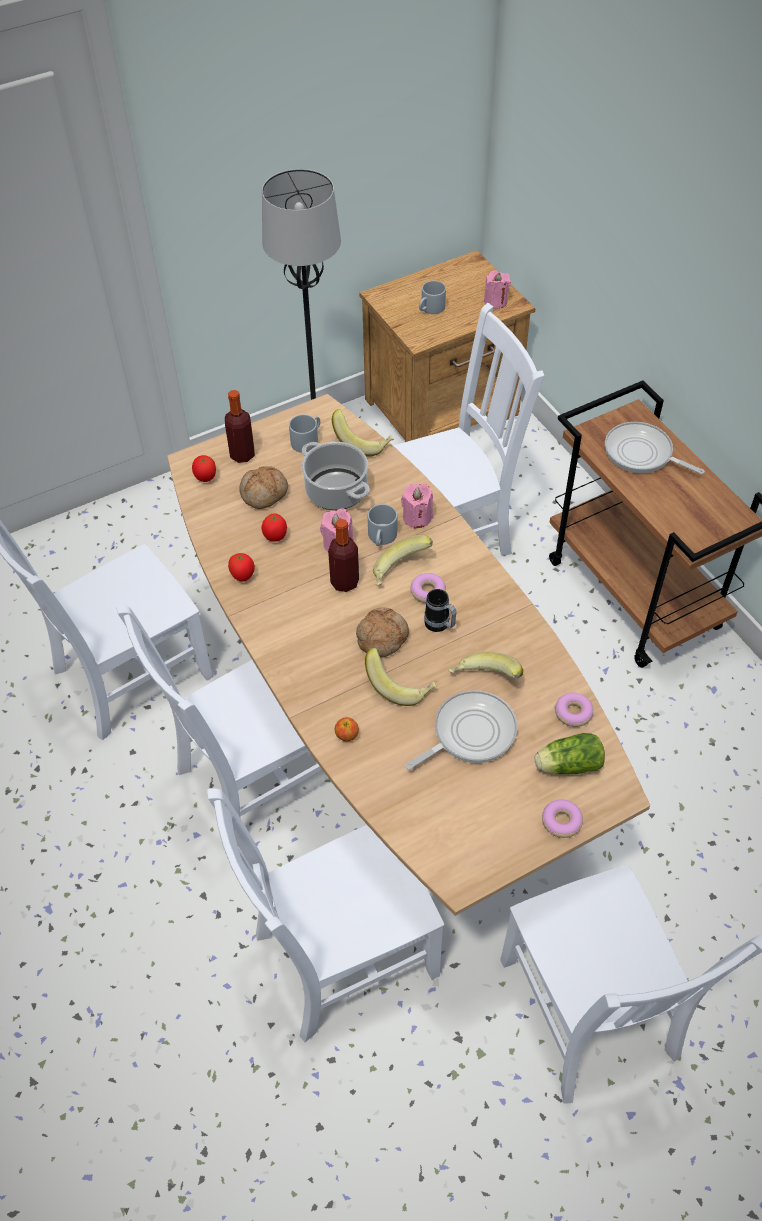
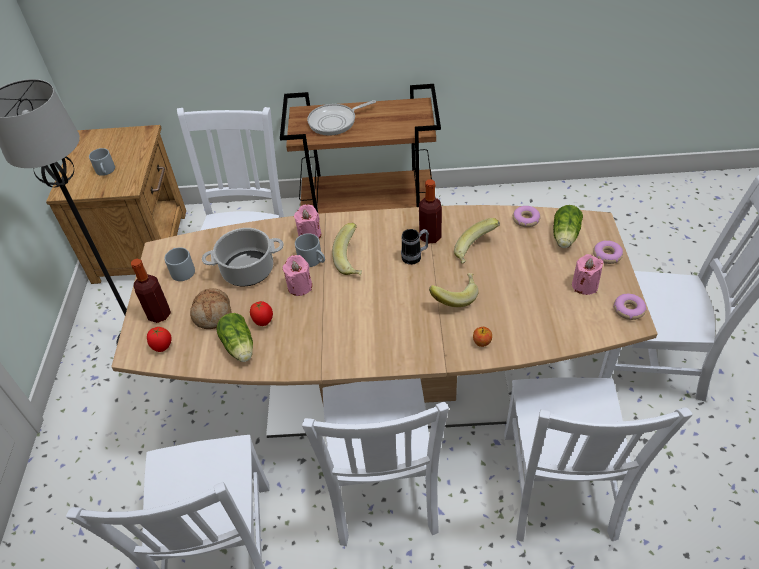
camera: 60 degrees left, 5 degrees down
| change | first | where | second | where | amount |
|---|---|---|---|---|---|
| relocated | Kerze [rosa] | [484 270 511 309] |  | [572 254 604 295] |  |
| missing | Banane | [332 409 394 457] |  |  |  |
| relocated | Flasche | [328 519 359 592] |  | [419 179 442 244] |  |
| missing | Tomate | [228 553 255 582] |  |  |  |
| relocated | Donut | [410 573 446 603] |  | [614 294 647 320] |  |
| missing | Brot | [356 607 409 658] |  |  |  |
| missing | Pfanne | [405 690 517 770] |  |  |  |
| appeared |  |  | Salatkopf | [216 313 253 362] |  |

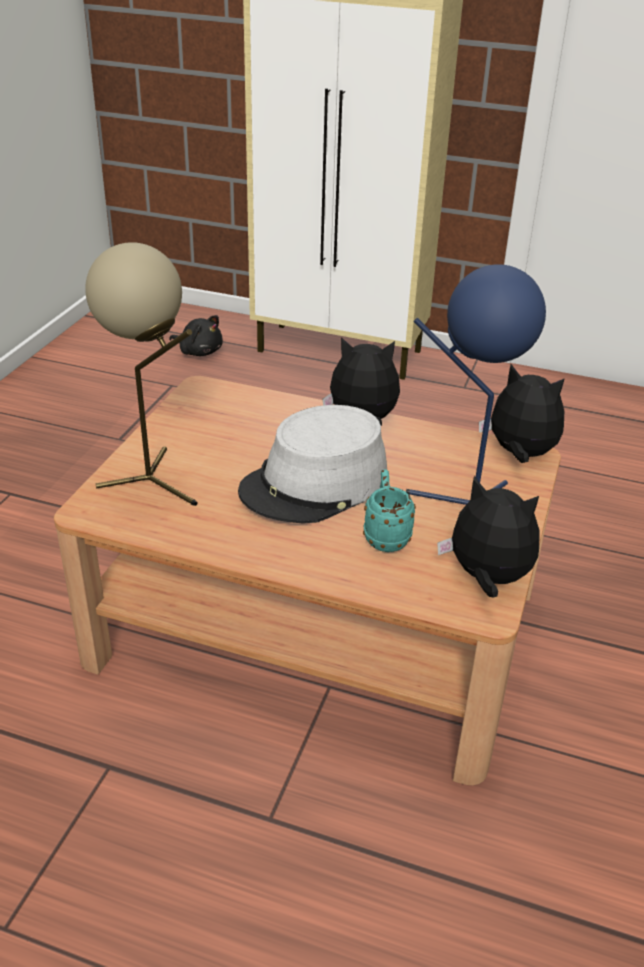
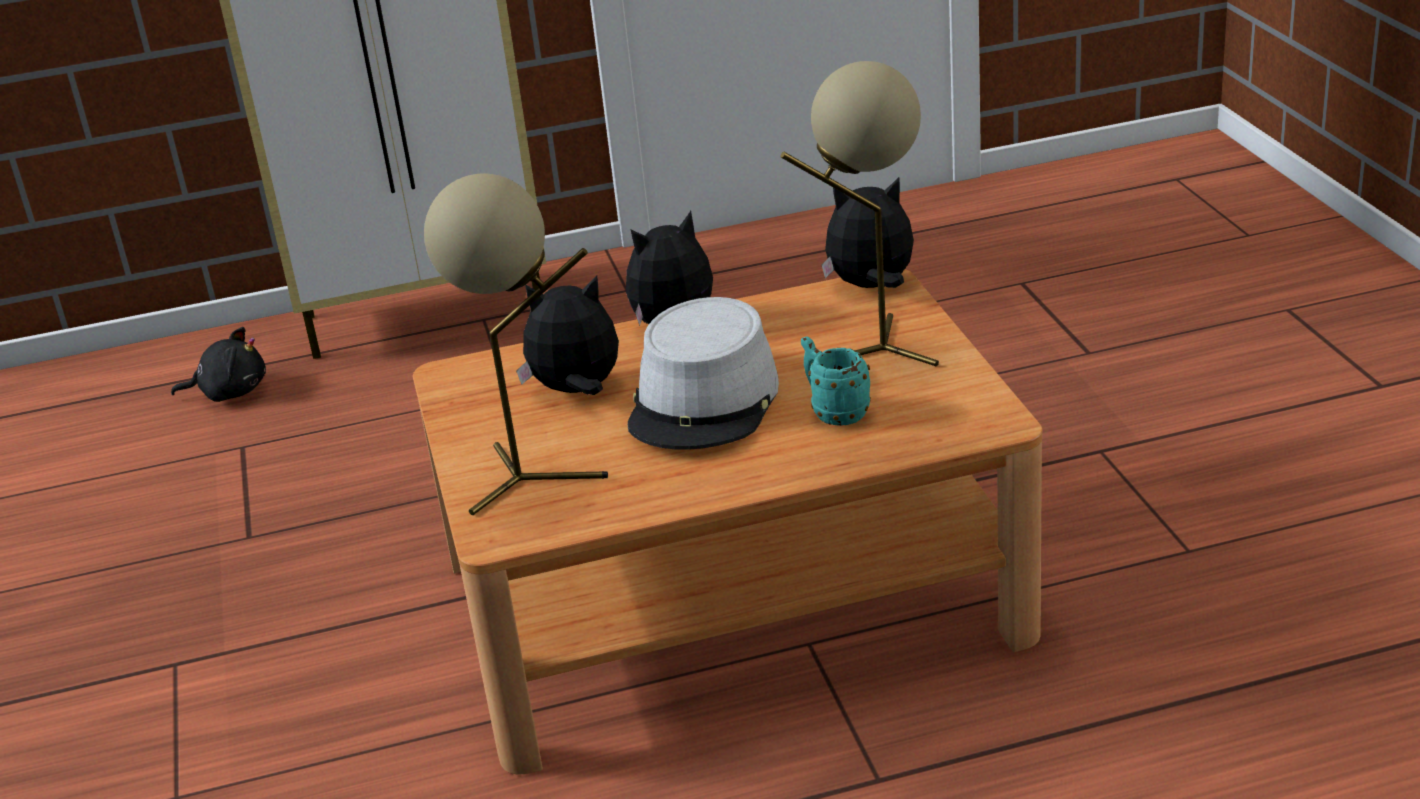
camera: 30 degrees left, 5 degrees down
| change | first | where | second | where | amount |
|---|---|---|---|---|---|
| colour | Tischlampe [blau] | [406 264 546 505] | Tischlampe [beige] | [781 61 939 366] |  |
| relocated | Plüschtier | [437 476 540 598] |  | [516 275 619 395] |  |

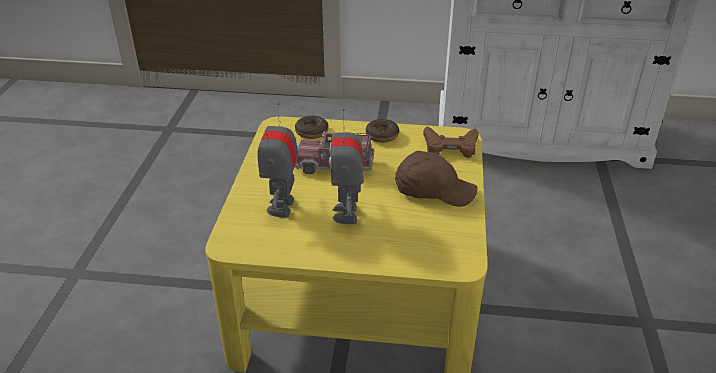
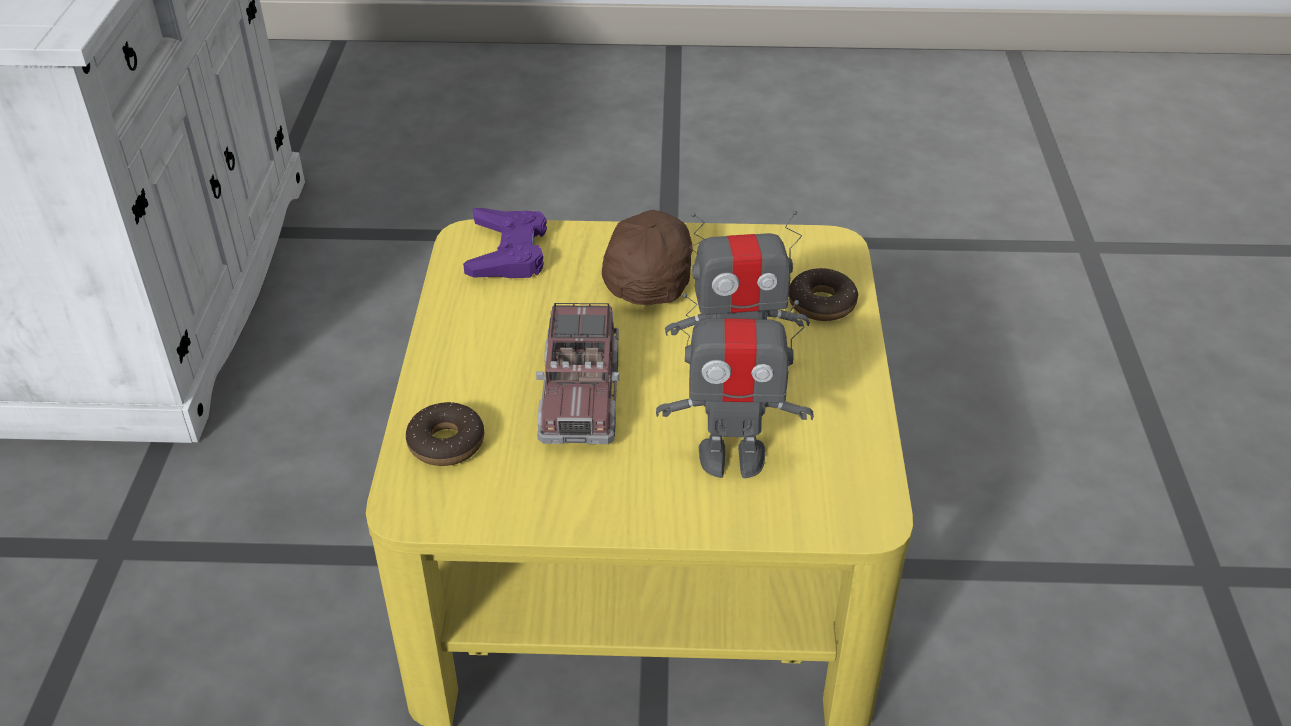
camera: 95 degrees left, 5 degrees up
| change | first | where | second | where | amount |
|---|---|---|---|---|---|
| relocated | Donut | [366 119 399 143] |  | [789 268 858 321] |  |
| colour | Gamepad [braun] | [423 126 479 158] | Gamepad [lila] | [463 208 547 278] |  |

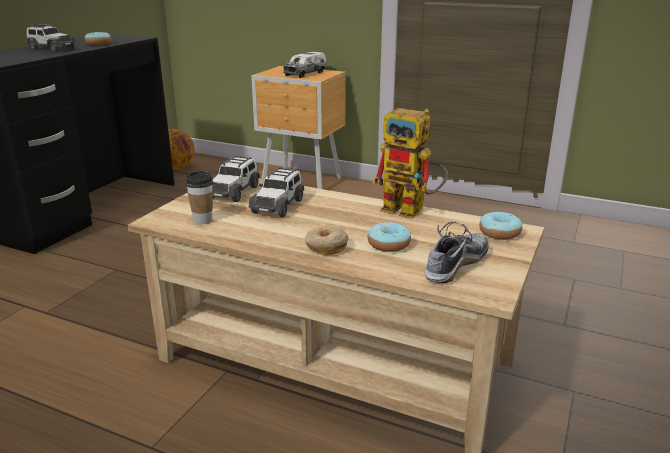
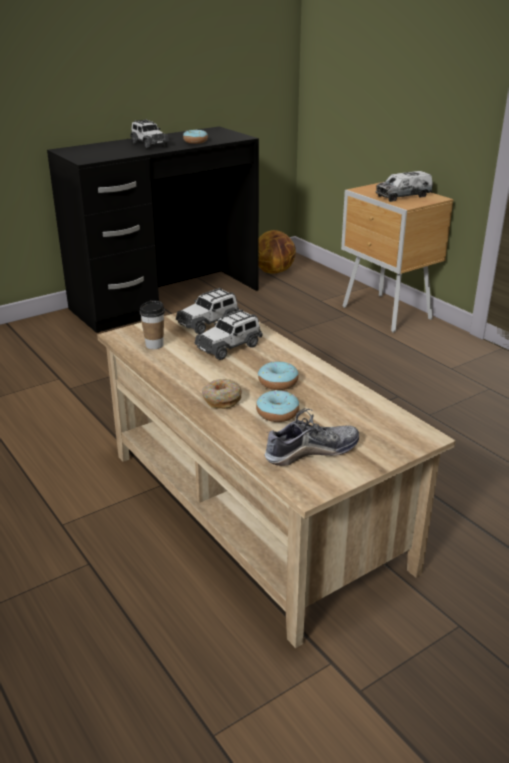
camera: 30 degrees right, 5 degrees up
| change | first | where | second | where | amount |
|---|---|---|---|---|---|
| missing | Spielzeugroboter | [372 108 448 219] |  |  |  |
| relocated | Donut | [479 212 522 240] |  | [258 362 298 390] |  |

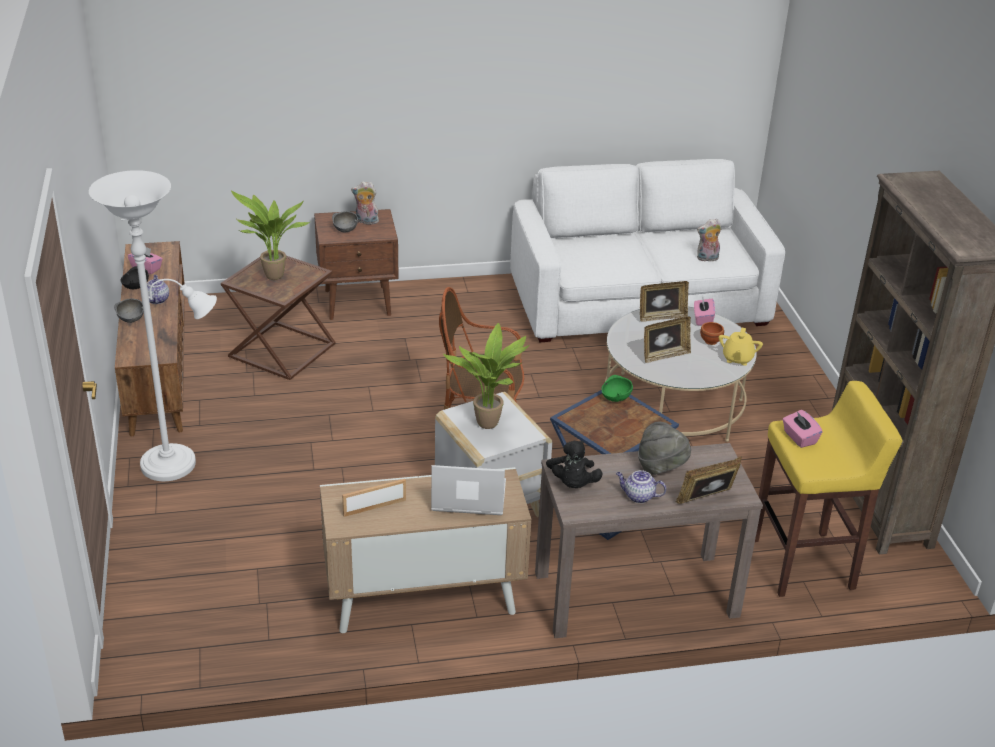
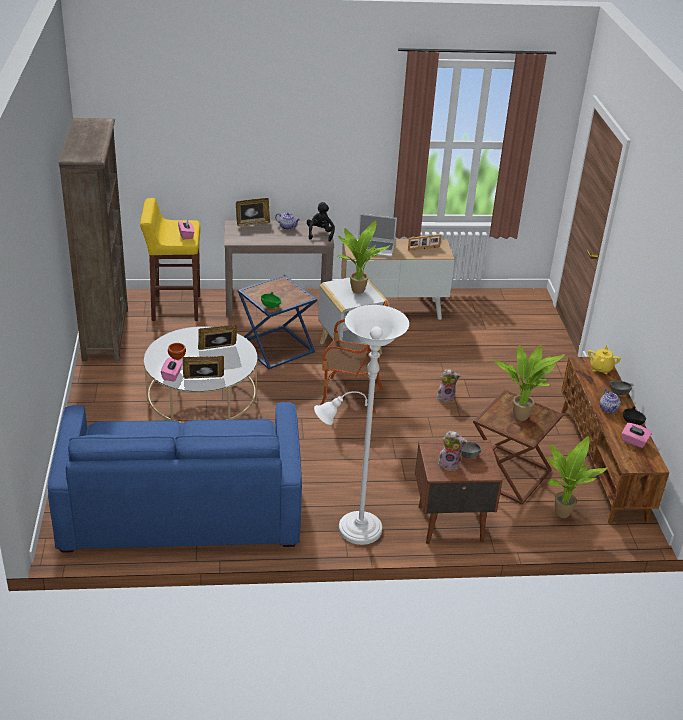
camera: 175 degrees left, 0 degrees up
| change | first | where | second | where | amount |
|---|---|---|---|---|---|
| colour | Sofa [weiß] | [510 159 785 343] | Sofa [blau] | [48 402 302 553] |  |
| relocated | Stehlampe [weiß] | [89 170 217 481] |  | [314 305 409 545] |  |
| relocated | Plüschtier | [697 219 721 262] |  | [437 369 460 402] |  |
| relocated | Teekanne [gelb] | [719 328 763 366] |  | [588 345 621 374] |  |
| missing | Hut [grau] | [638 422 691 475] |  |  |  |
| appeared |  |  | Topfpflanze | [547 436 607 518] |  |

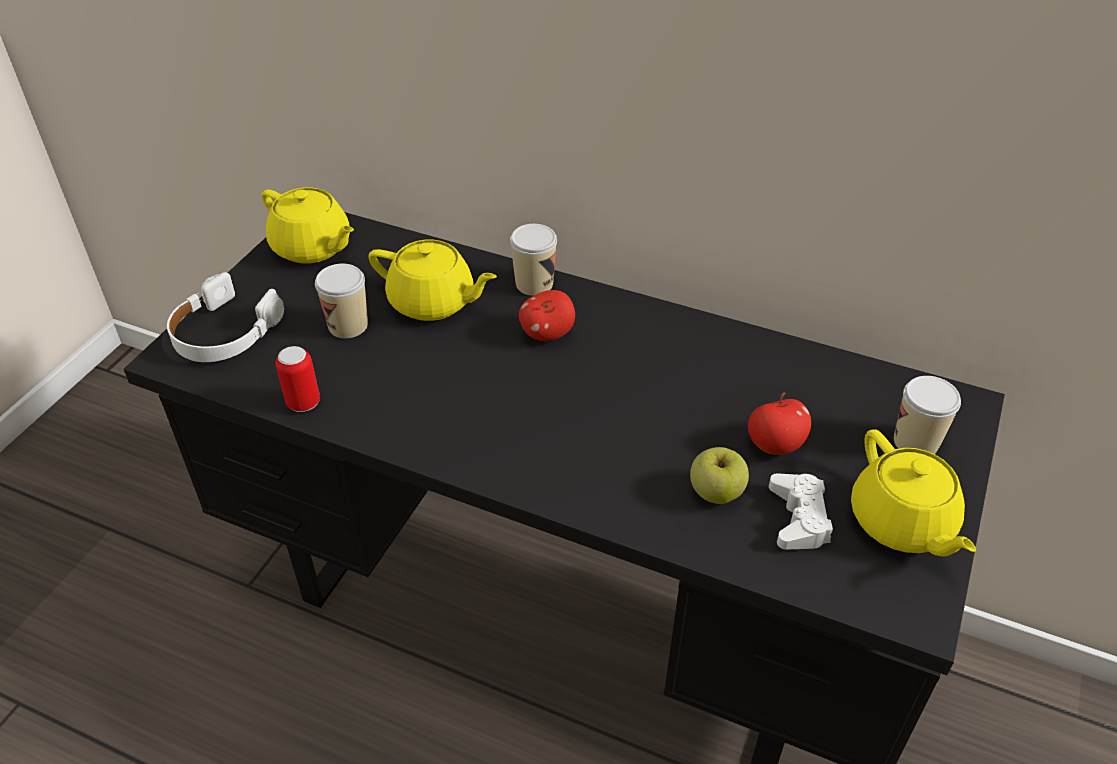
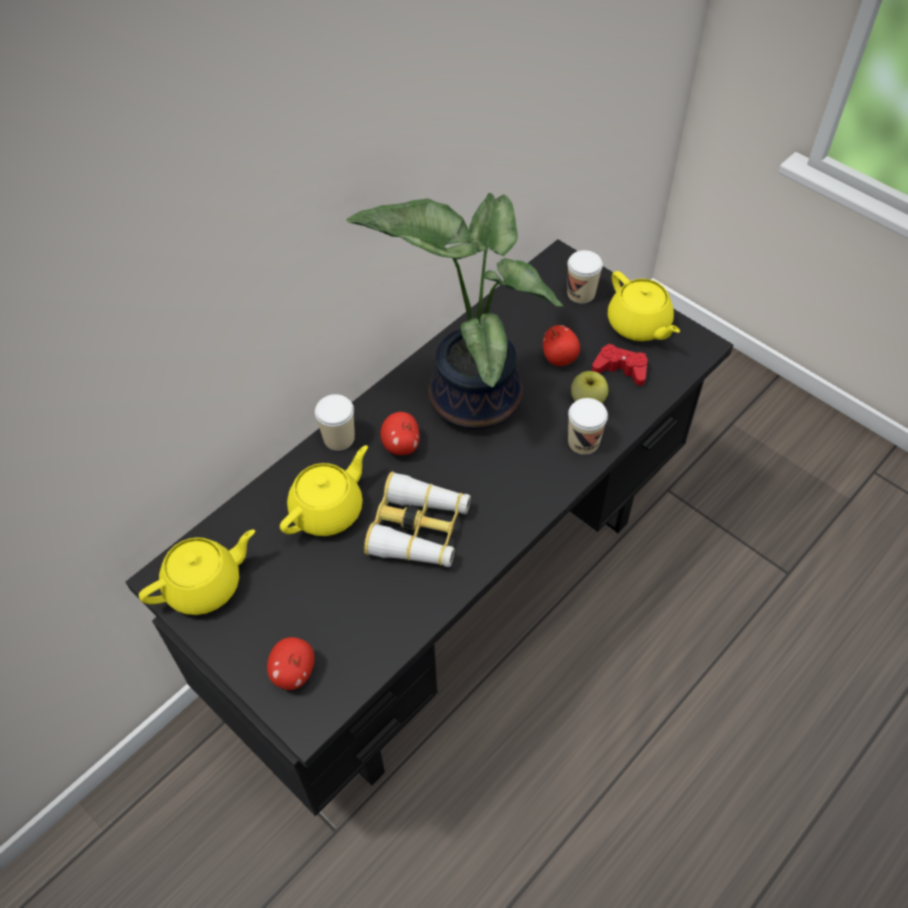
camera: 70 degrees left, 10 degrees up
| change | first | where | second | where | amount |
|---|---|---|---|---|---|
| relocated | Tasse | [315 264 368 338] |  | [568 398 608 455] |  |
| exchanged | Kopfhörer [weiß] | [167 272 284 362] | Apfel | [267 637 315 690] |  |
| missing | Dose | [275 346 320 412] |  |  |  |
| spun | Teekanne [gelb] | [851 429 976 557] |  | [608 271 680 341] | 60 degrees clockwise |
| colour | Gamepad [weiß] | [769 473 833 549] | Gamepad [rot] | [592 344 648 386] |  |
| appeared |  |  | Topfpflanze | [346 193 563 430] |  |
| appeared |  |  | Fernglas | [364 472 471 567] |  |

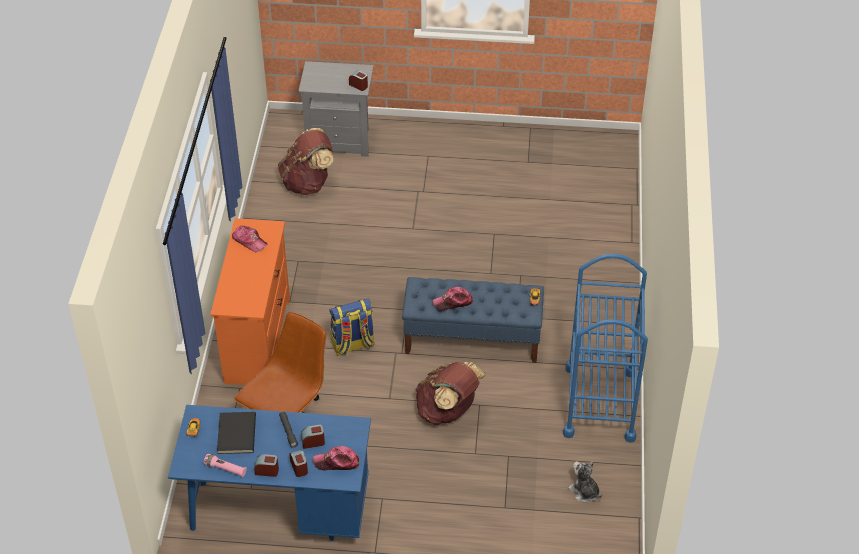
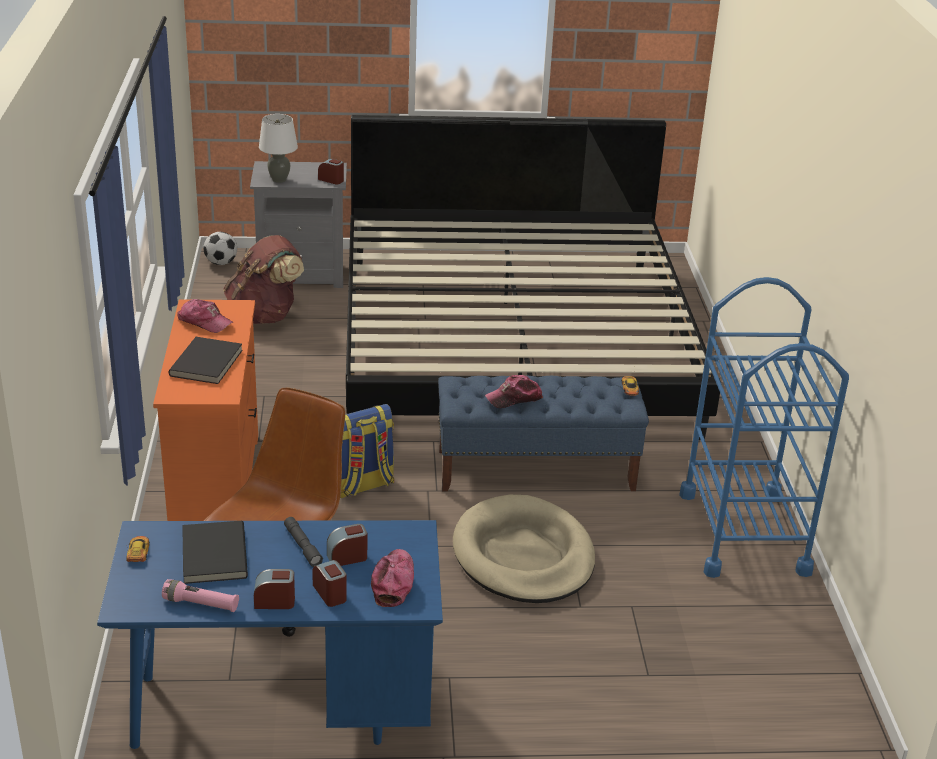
camera: 10 degrees left, 15 degrees down
| change | first | where | second | where | amount |
|---|---|---|---|---|---|
| exchanged | Rucksack [braun] | [415 362 486 425] | Hundebett [beige] | [453 494 595 603] |  |
| spun | Kappe | [313 446 359 470] |  | [371 549 414 607] | 105 degrees clockwise |
| missing | Plüschtier | [568 460 602 502] |  |  |  |
| appeared |  |  | Tischlampe [weiß] | [259 114 298 183] |  |
| appeared |  |  | Bett | [346 115 721 440] |  |
| appeared |  |  | Fußball | [203 232 237 265] |  |
| appeared |  |  | Buch [schwarz] | [169 337 243 384] |  |

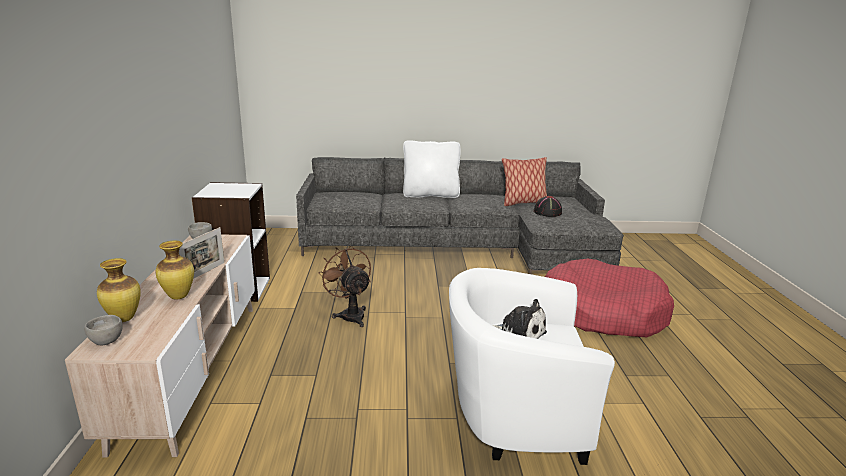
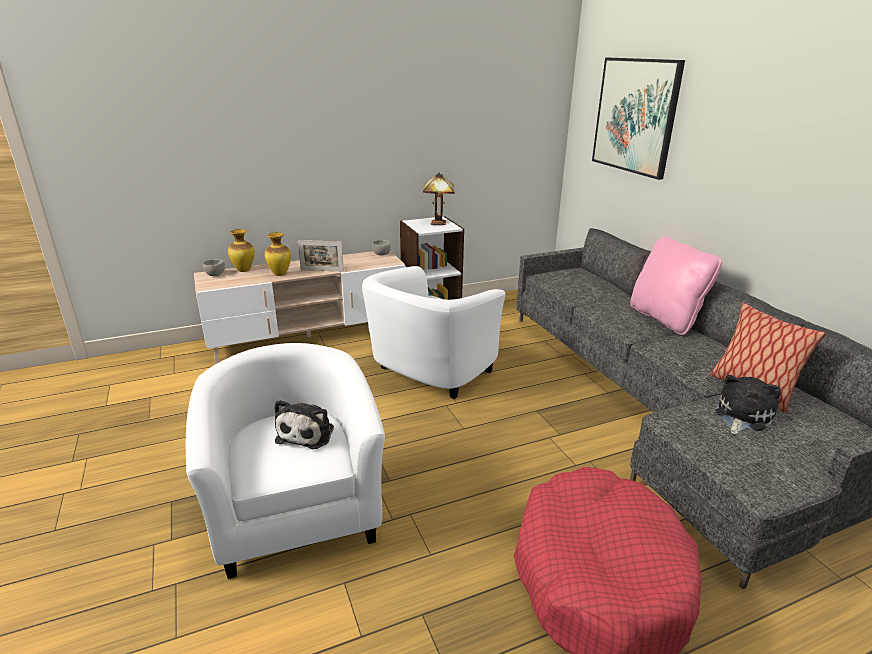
camera: 70 degrees right, 5 degrees up
| change | first | where | second | where | amount |
|---|---|---|---|---|---|
| colour | Kissen [weiß] | [403 140 461 198] | Kissen [rosa] | [630 236 722 335] |  |
| exchanged | Hut [schwarz] | [533 196 562 217] | Plüschtier | [715 375 781 435] |  |
| exchanged | Ventilator [braun] | [319 246 371 327] | Sessel [weiß] | [362 266 505 399] |  |
| appeared |  |  | Bild | [592 58 685 180] |  |
| appeared |  |  | Tischlampe | [423 172 455 225] |  |

